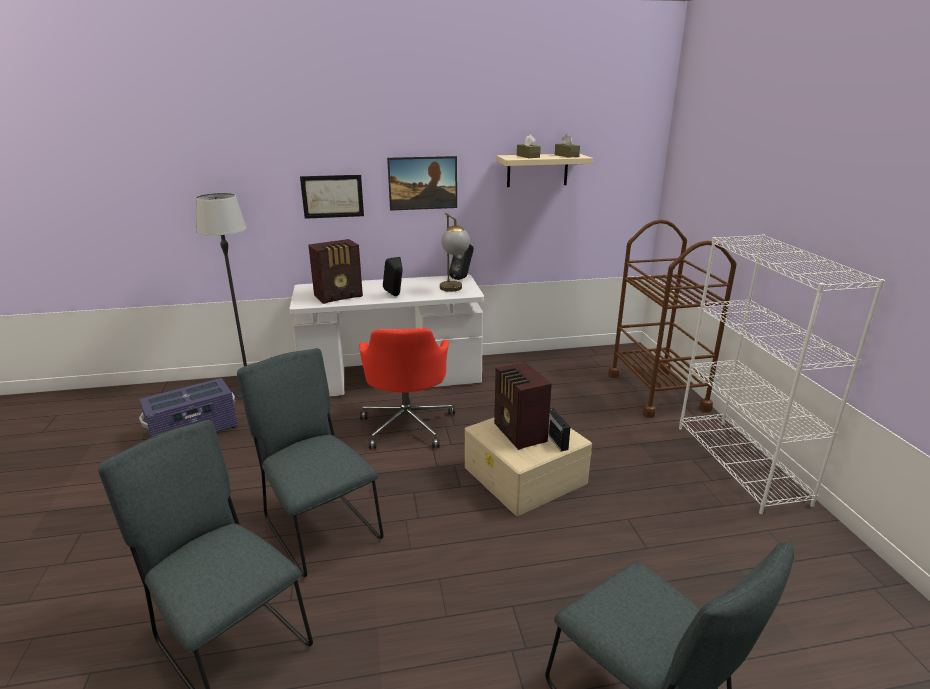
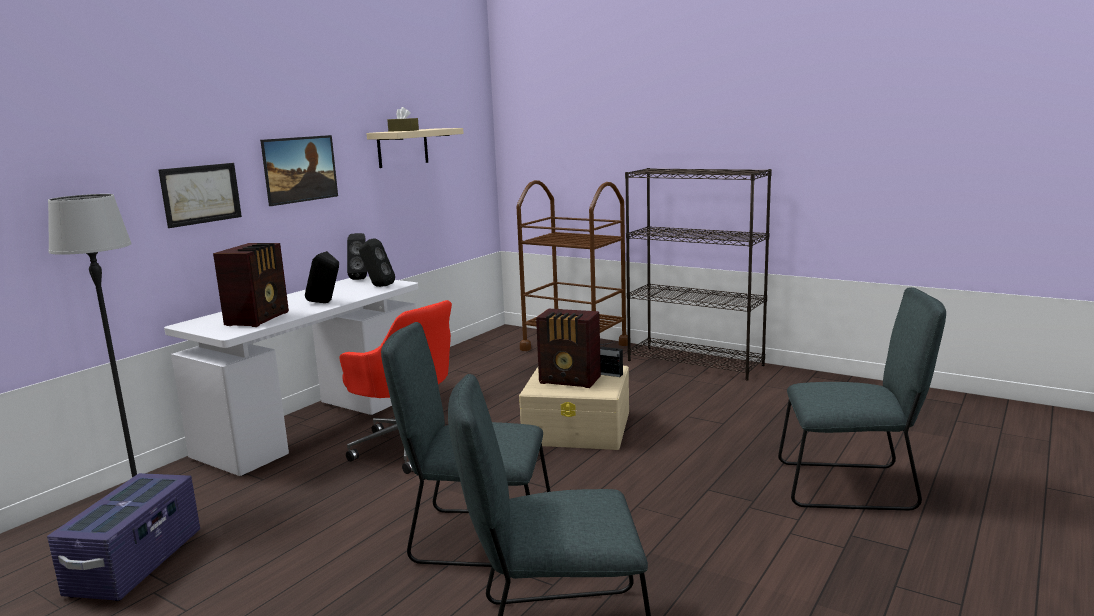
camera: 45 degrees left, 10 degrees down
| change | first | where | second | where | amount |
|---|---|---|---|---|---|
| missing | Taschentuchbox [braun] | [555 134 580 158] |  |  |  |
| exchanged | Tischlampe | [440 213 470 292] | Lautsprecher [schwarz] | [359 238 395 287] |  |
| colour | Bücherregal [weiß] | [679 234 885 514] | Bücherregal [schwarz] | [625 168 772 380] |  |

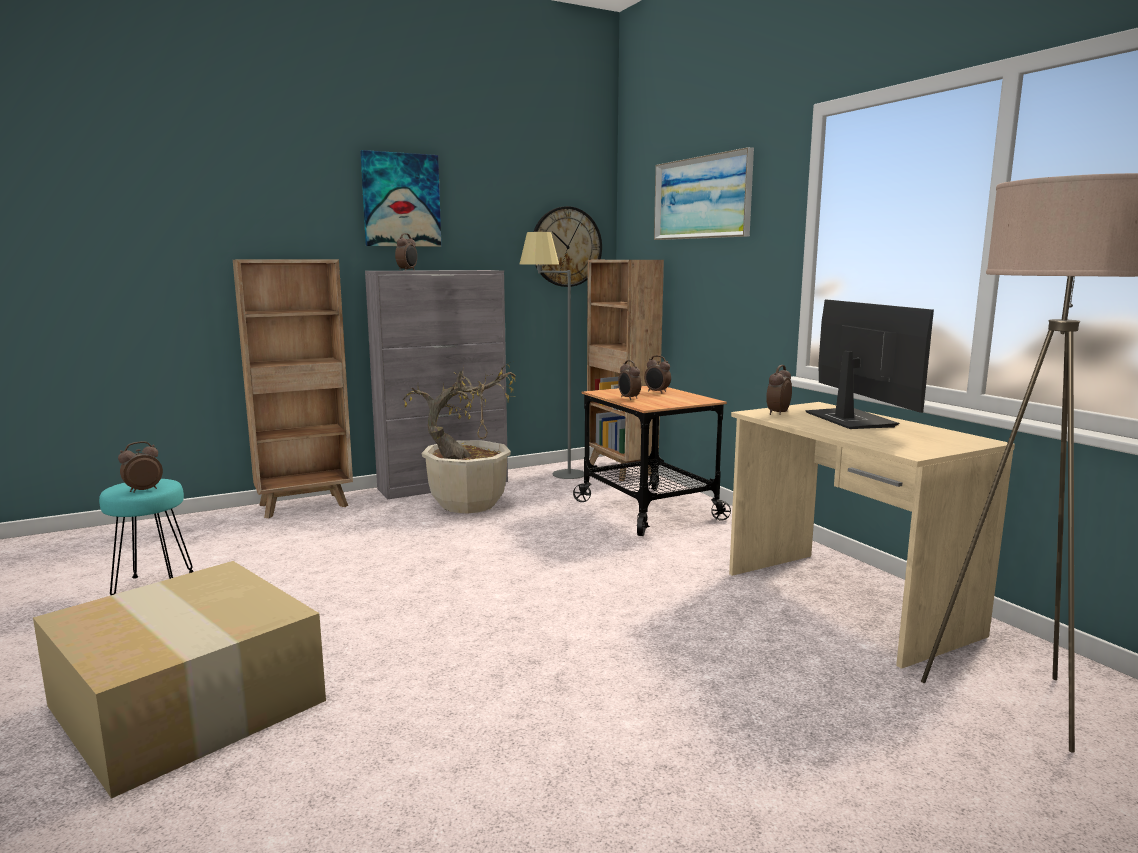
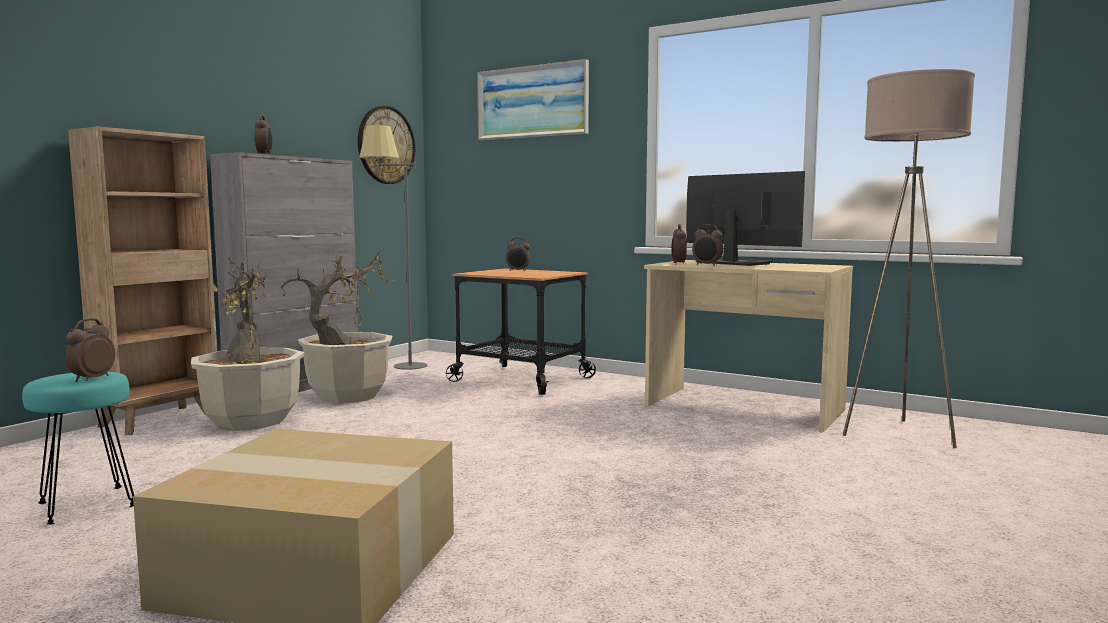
camera: 30 degrees left, 5 degrees down
| change | first | where | second | where | amount |
|---|---|---|---|---|---|
| missing | Bild | [360 150 441 247] |  |  |  |
| missing | Bücherregal [braun] | [587 260 664 481] |  |  |  |
| relocated | Wecker | [618 360 641 400] |  | [692 224 723 266] |  |
| appeared |  |  | Topfpflanze | [191 257 305 431] |  |

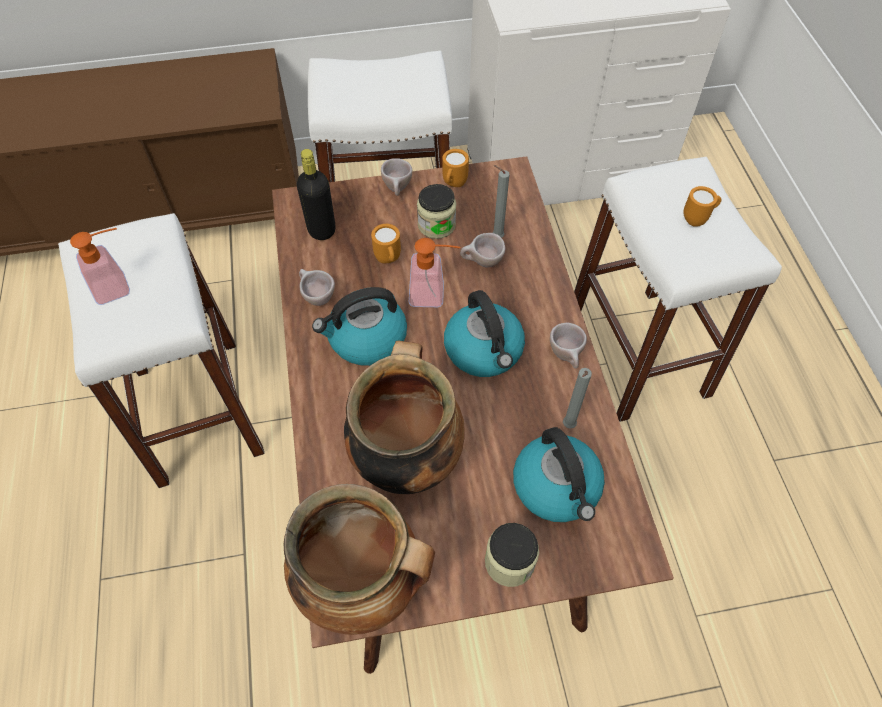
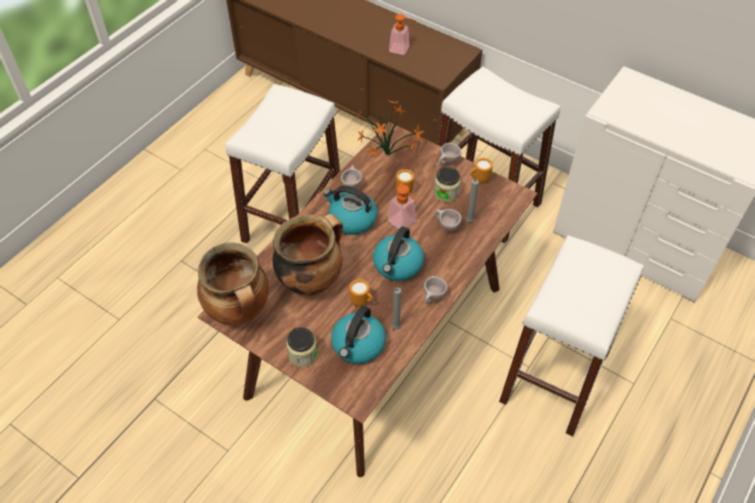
camera: 45 degrees right, 5 degrees down
| change | first | where | second | where | amount |
|---|---|---|---|---|---|
| exchanged | Flasche [schwarz] | [297 149 336 240] | Topfpflanze | [356 99 424 158] |  |
| relocated | Henkelbecher [orange] | [683 186 721 227] |  | [349 279 373 307] |  |
| relocated | Seifenspender | [70 228 130 305] |  | [389 14 416 55] |  |

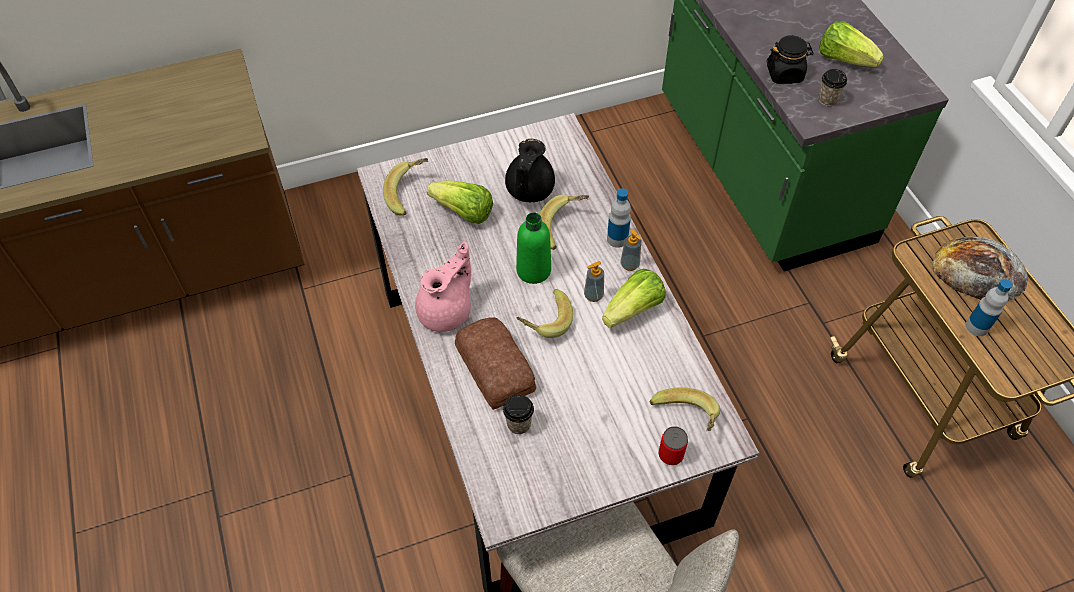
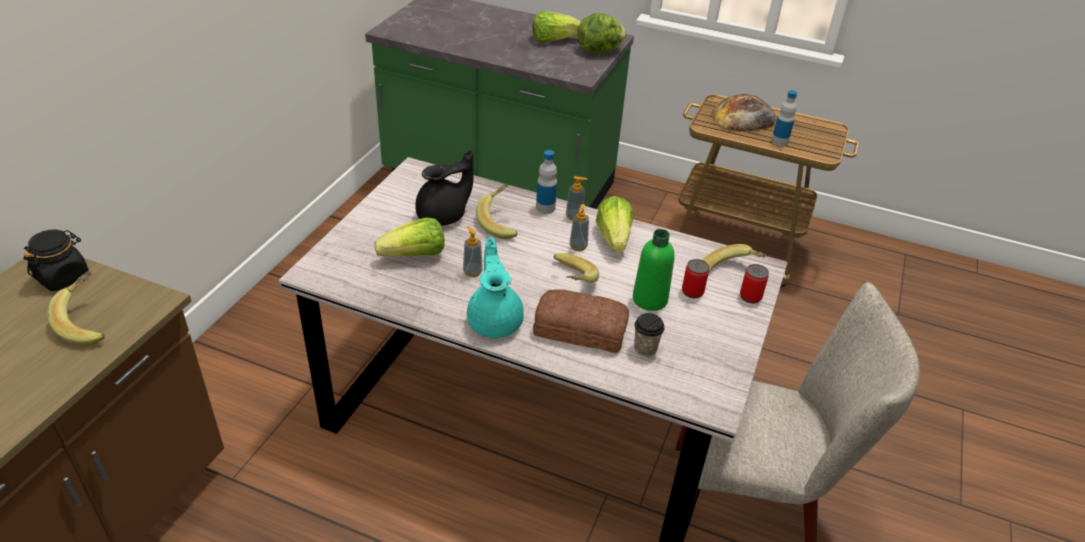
camera: 50 degrees left, 15 degrees down
| change | first | where | second | where | amount |
|---|---|---|---|---|---|
| relocated | Vorratsglas [schwarz] | [766 35 814 84] |  | [23 230 89 291] |  |
| missing | Tasse | [818 69 847 106] |  |  |  |
| spun | Teekanne [schwarz] | [505 139 555 202] |  | [415 150 474 226] | 90 degrees counterclockwise |
| relocated | Banane | [383 158 428 216] |  | [48 271 105 346] |  |
| relocated | Flasche [grün] | [516 212 551 284] |  | [633 229 675 311] |  |
| colour | Teekanne [rosa] | [415 241 471 332] | Teekanne [türkis] | [467 237 524 338] |  |
| appeared |  |  | Salatkopf | [577 13 626 53] |  |
| appeared |  |  | Seifenspender | [463 226 483 277] |  |
| appeared |  |  | Dose | [682 259 709 298] |  |

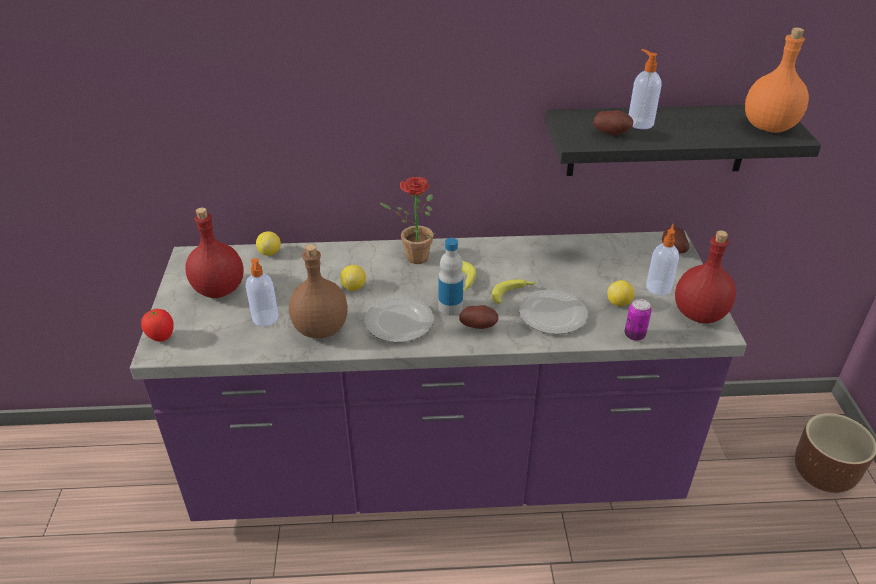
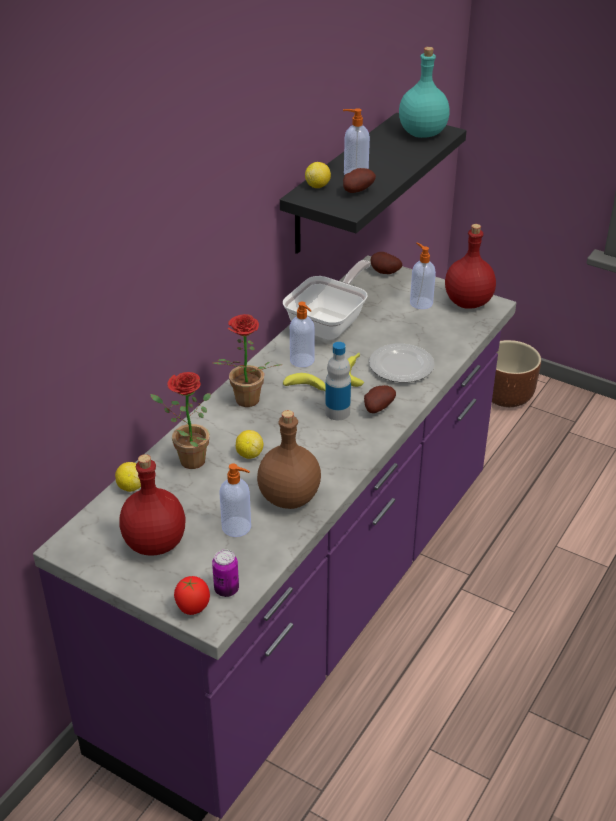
camera: 55 degrees left, 0 degrees up
| change | first | where | second | where | amount |
|---|---|---|---|---|---|
| colour | Flasche [orange] | [745 27 809 133] | Flasche [türkis] | [399 47 450 138] |  |
| relocated | Zitrone | [607 280 634 306] |  | [305 162 331 188] |  |
| missing | Teller | [365 297 433 342] |  |  |  |
| relocated | Dose | [624 299 651 341] |  | [212 549 239 597] |  |
| appeared |  |  | Pfanne | [283 260 371 340] |  |
| appeared |  |  | Seifenspender | [290 302 315 367] |  |
| appeared |  |  | Topfpflanze | [150 372 211 469] |  |

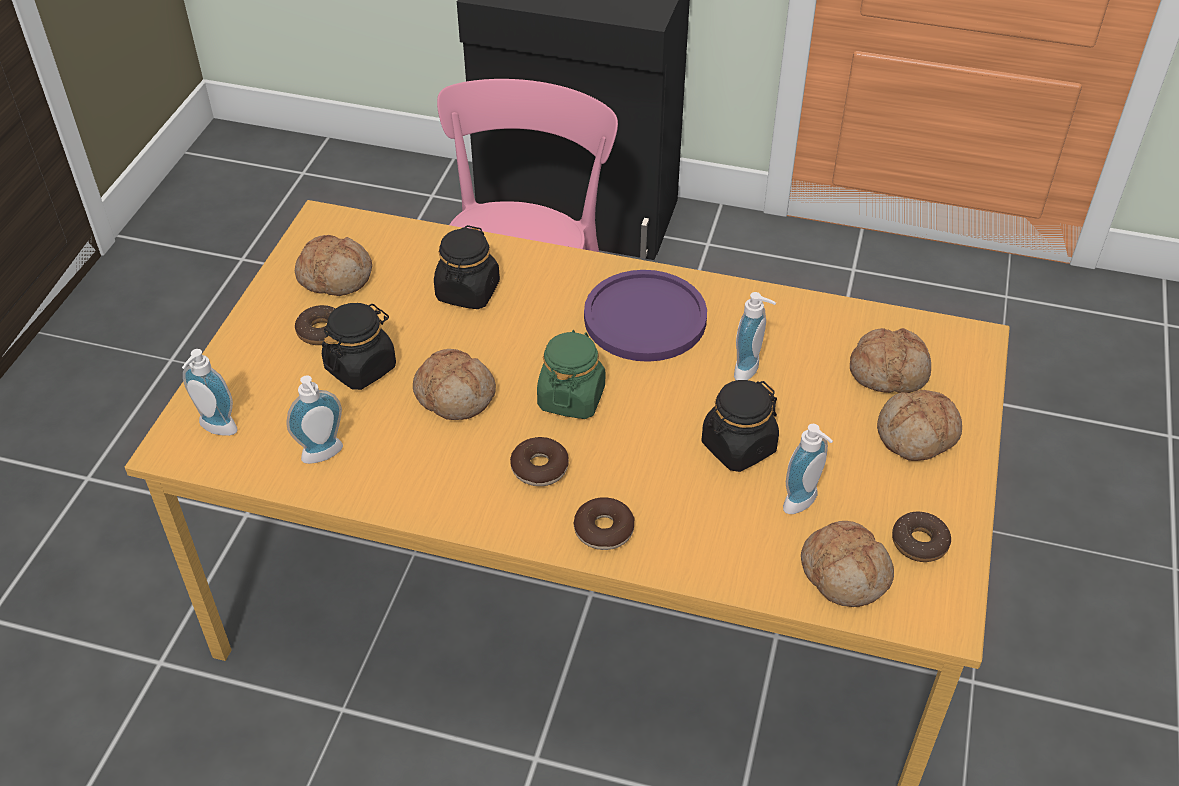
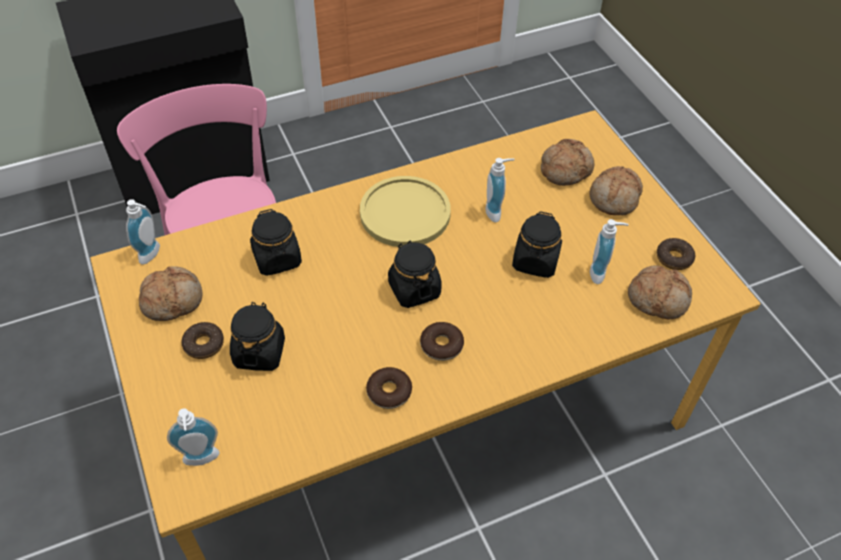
camera: 40 degrees left, 5 degrees up
| change | first | where | second | where | amount |
|---|---|---|---|---|---|
| colour | Teller [lila] | [584 270 707 362] | Teller [gelb] | [360 176 451 247] |  |
| colour | Vorratsglas [grün] | [537 330 605 419] | Vorratsglas [schwarz] | [388 241 442 308] |  |
| missing | Brot | [413 349 496 420] |  |  |  |
| relocated | Seifenspender | [286 375 343 464] |  | [126 199 160 264] |  |
| relocated | Donut | [573 497 635 550] |  | [366 367 412 409] |  |

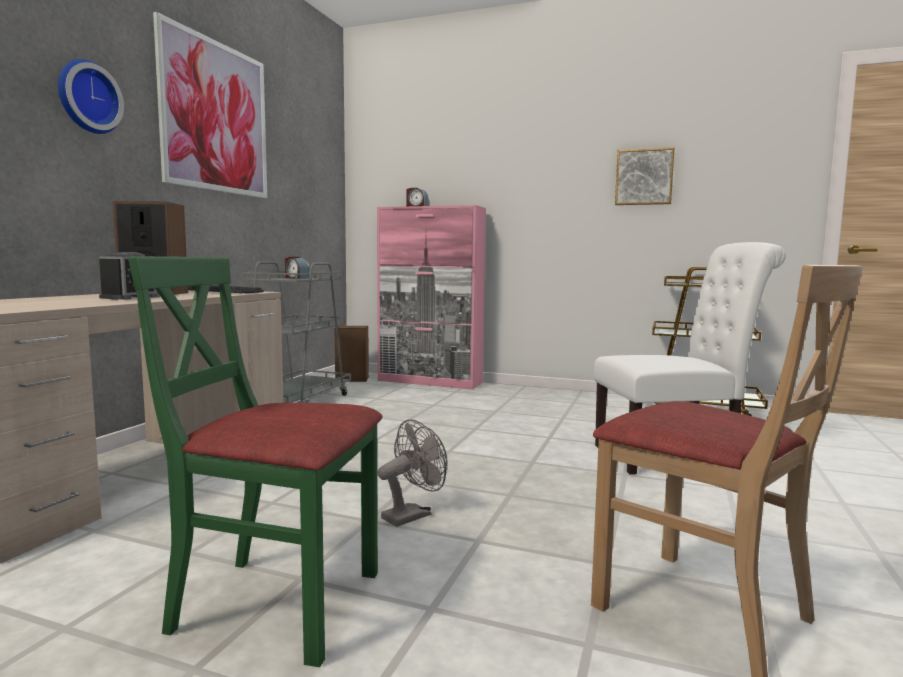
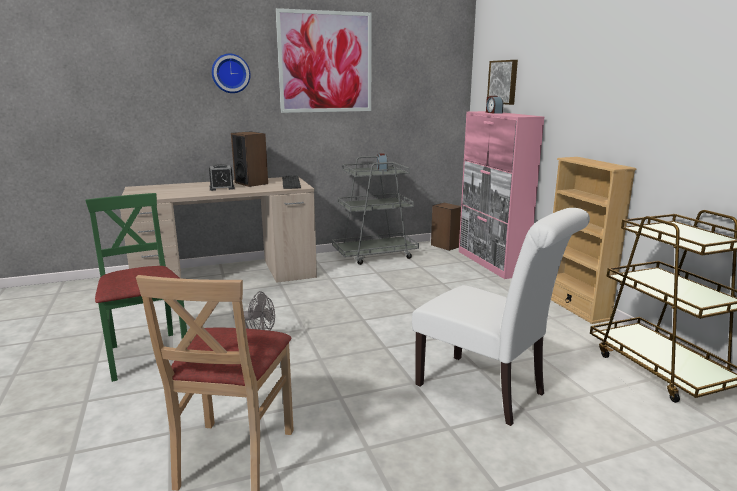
camera: 50 degrees right, 10 degrees up
| change | first | where | second | where | amount |
|---|---|---|---|---|---|
| relocated | Bild | [615 147 675 205] |  | [487 60 518 105] |  |
| appeared |  |  | Bücherregal [beige] | [551 157 637 324] |  |

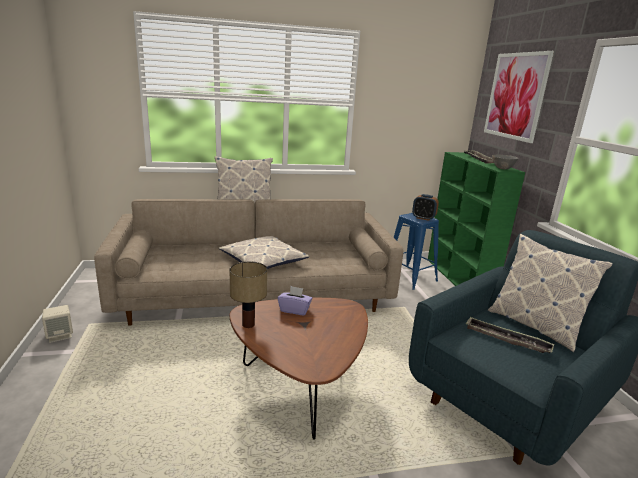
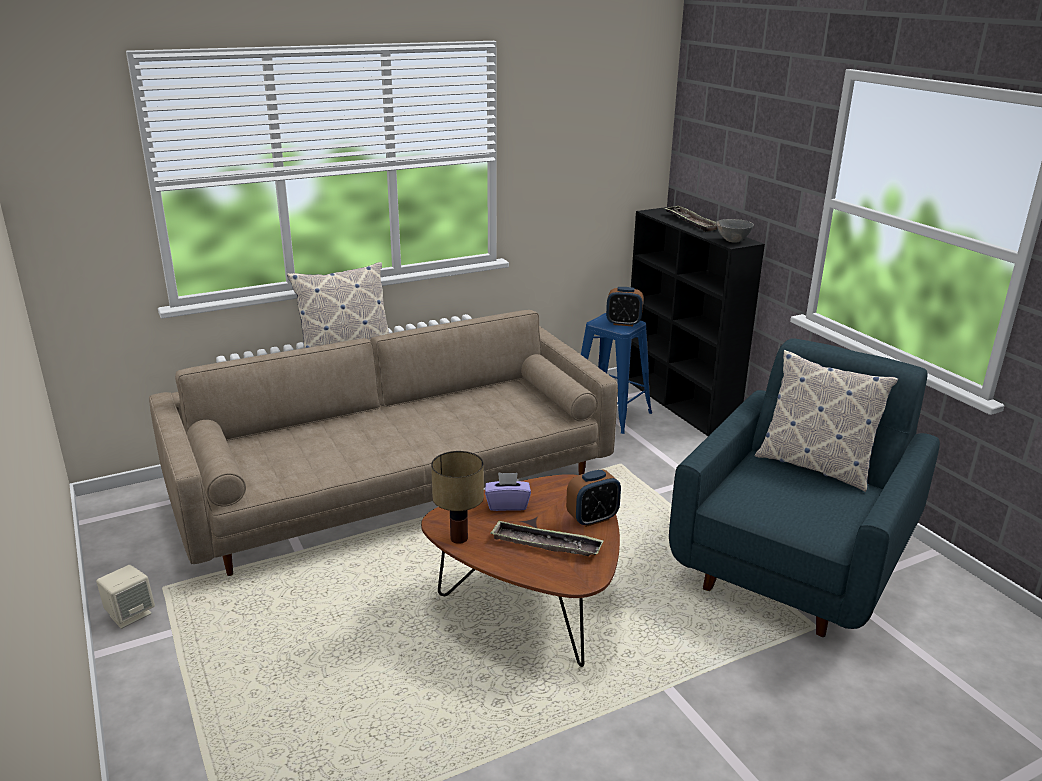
camera: 15 degrees left, 5 degrees up
| change | first | where | second | where | amount |
|---|---|---|---|---|---|
| missing | Bild | [484 51 554 143] |  |  |  |
| colour | Bücherregal [grün] | [428 152 525 286] | Bücherregal [schwarz] | [629 207 765 436] |  |
| missing | Kissen | [219 236 310 269] |  |  |  |
| relocated | Tablett | [465 317 554 353] |  | [490 521 604 556] |  |
| appeared |  |  | Wecker | [566 469 621 527] |  |

